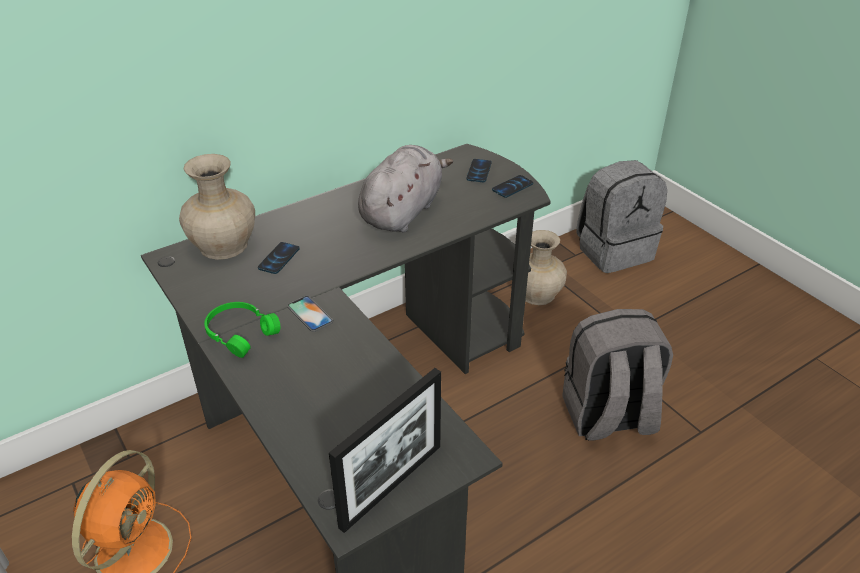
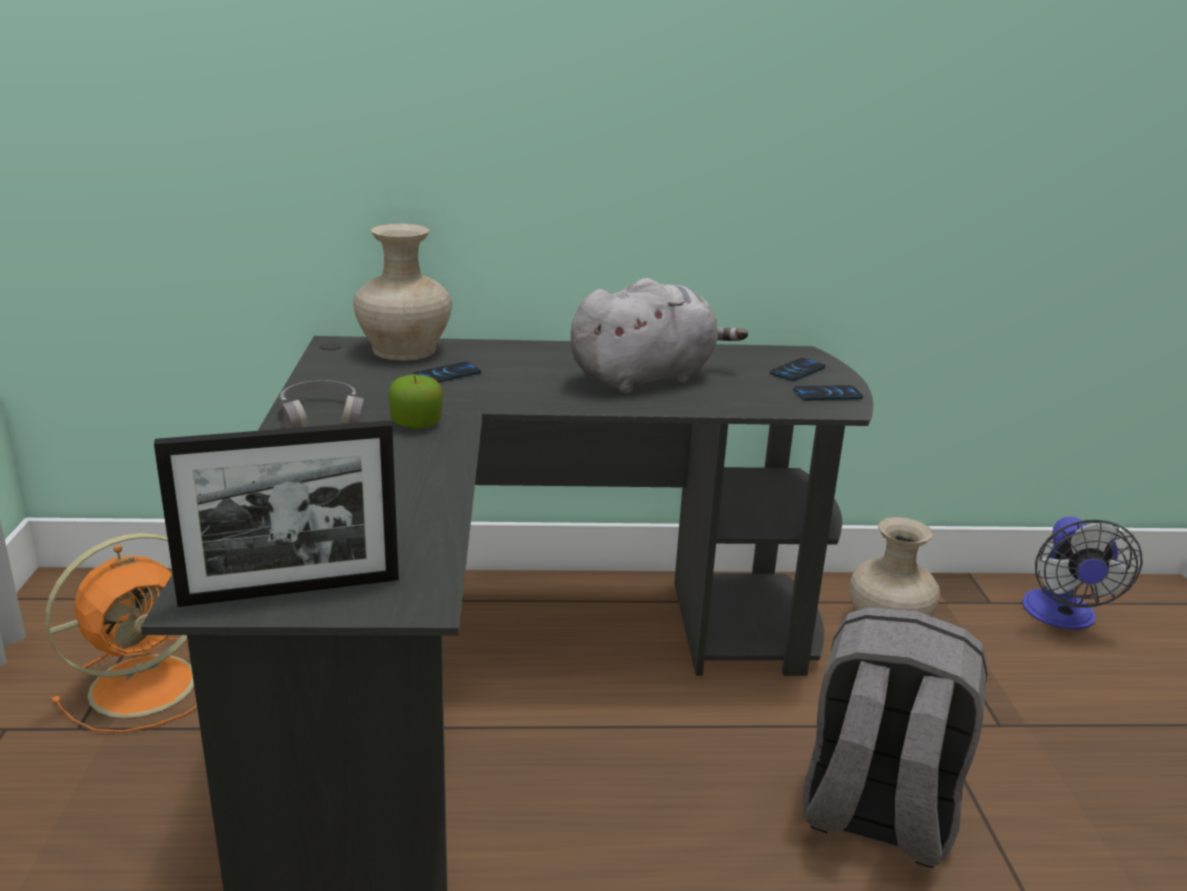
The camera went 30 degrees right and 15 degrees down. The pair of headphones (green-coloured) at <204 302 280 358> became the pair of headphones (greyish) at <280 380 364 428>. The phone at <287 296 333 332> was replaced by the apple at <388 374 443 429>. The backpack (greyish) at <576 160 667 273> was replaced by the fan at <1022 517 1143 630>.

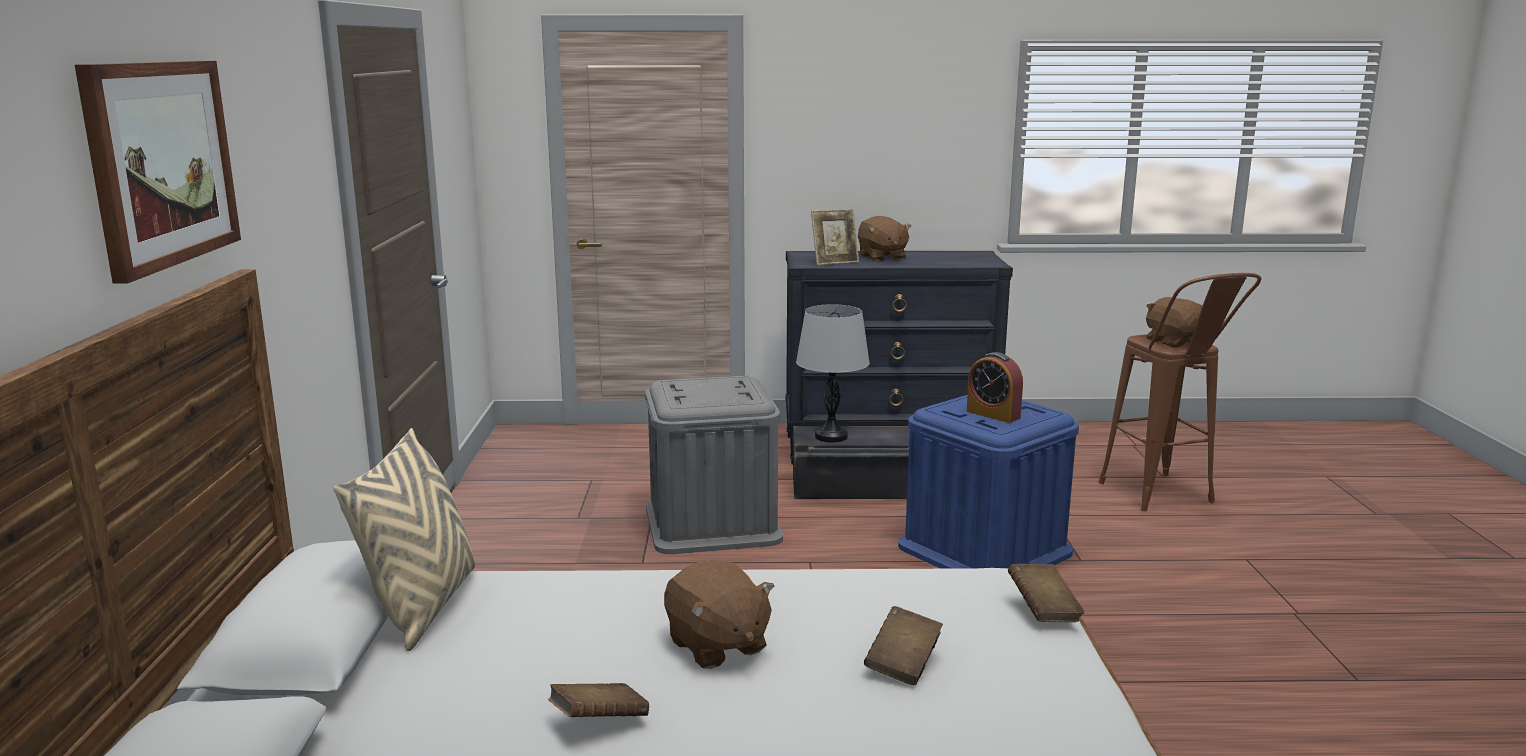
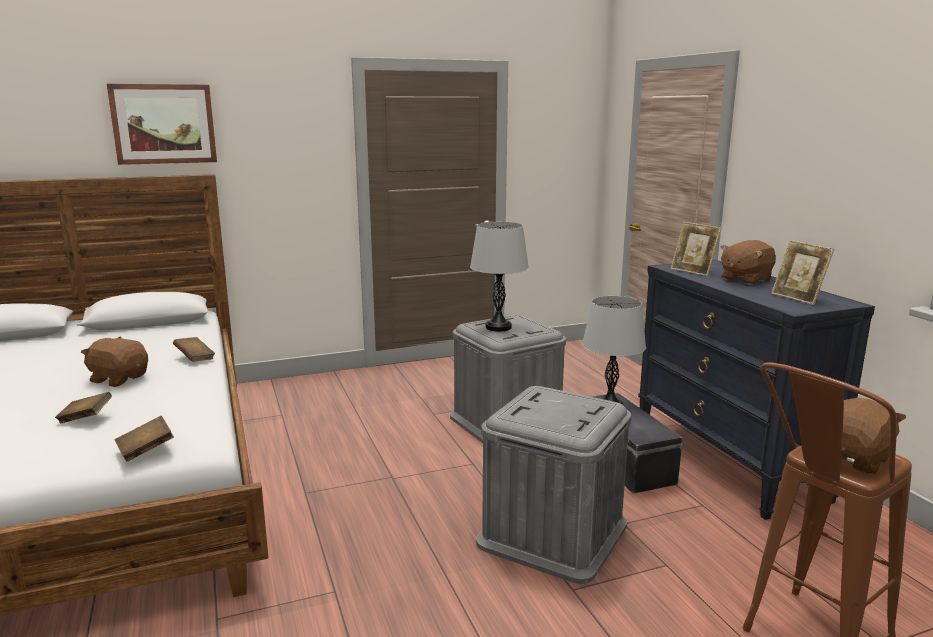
The camera went 70 degrees right and 0 degrees up. The soft toy (brownish) at <664 560 775 669> turned 75 degrees clockwise. The book (brownish) moved from <548 683 649 717> to <173 337 215 361>. The lamp for a table (greyish) at <470 222 529 332> appeared. The storage box (bluish) at <898 395 1079 569> became the storage box (greyish) at <476 386 632 584>. The picture frame at <771 240 834 305> appeared. The pillow (sand-coloured) at <334 428 475 651> disappeared. The alarm clock at <967 352 1023 423> disappeared.

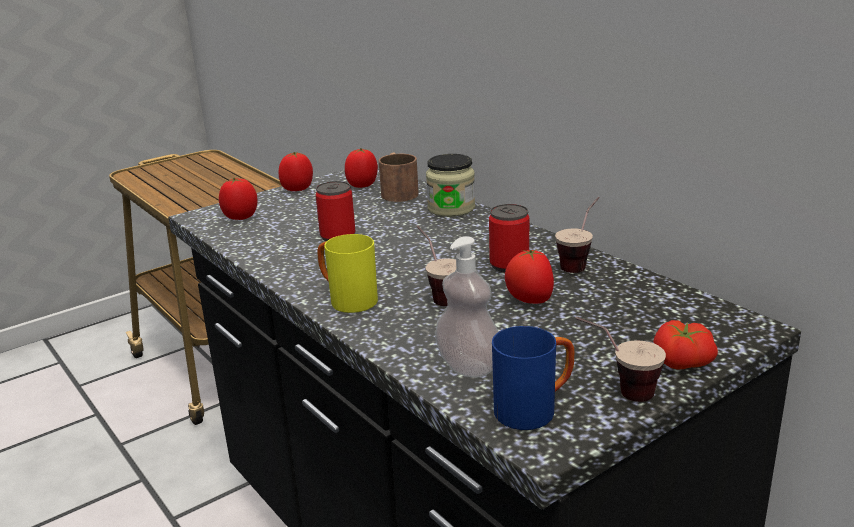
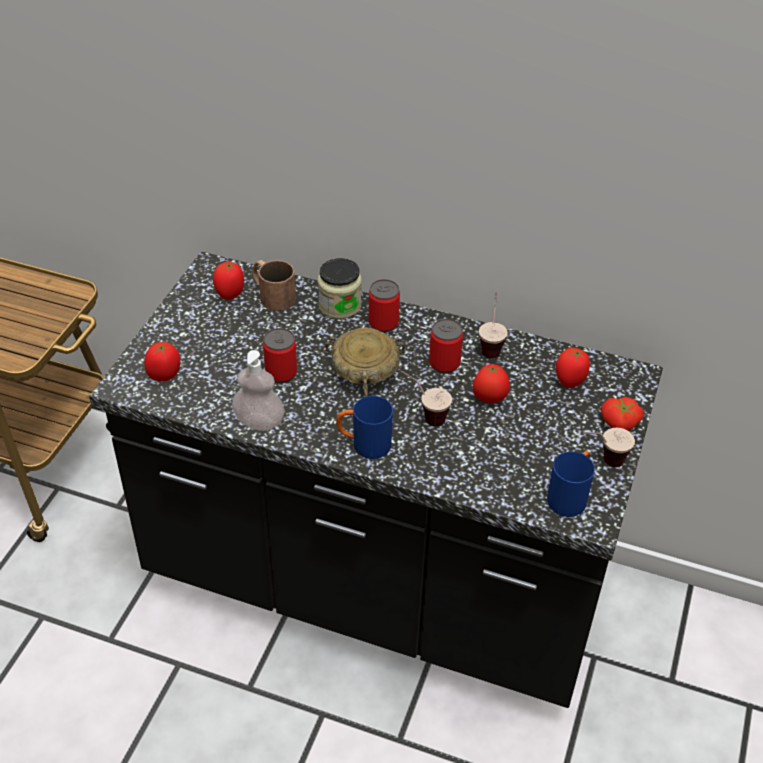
The camera went 35 degrees left and 20 degrees up. The soap bottle moved from <435 236 499 378> to <232 350 285 431>. The bowl (sand-coloured) at <324 327 406 397> appeared. The coffee mug (yellow-coloured) at <317 234 378 313> became the coffee mug (bluish) at <337 396 393 459>. The sealed can at <368 279 400 332> appeared. The tomato moved from <279 152 313 191> to <556 348 590 388>.

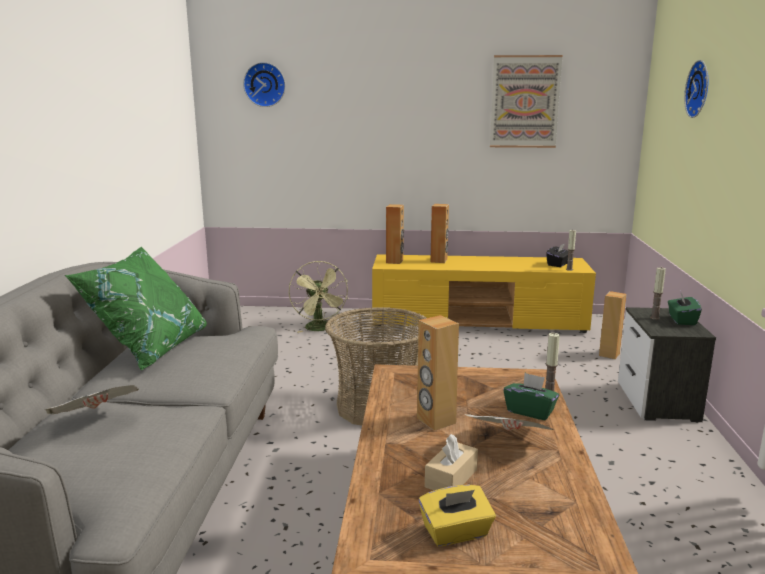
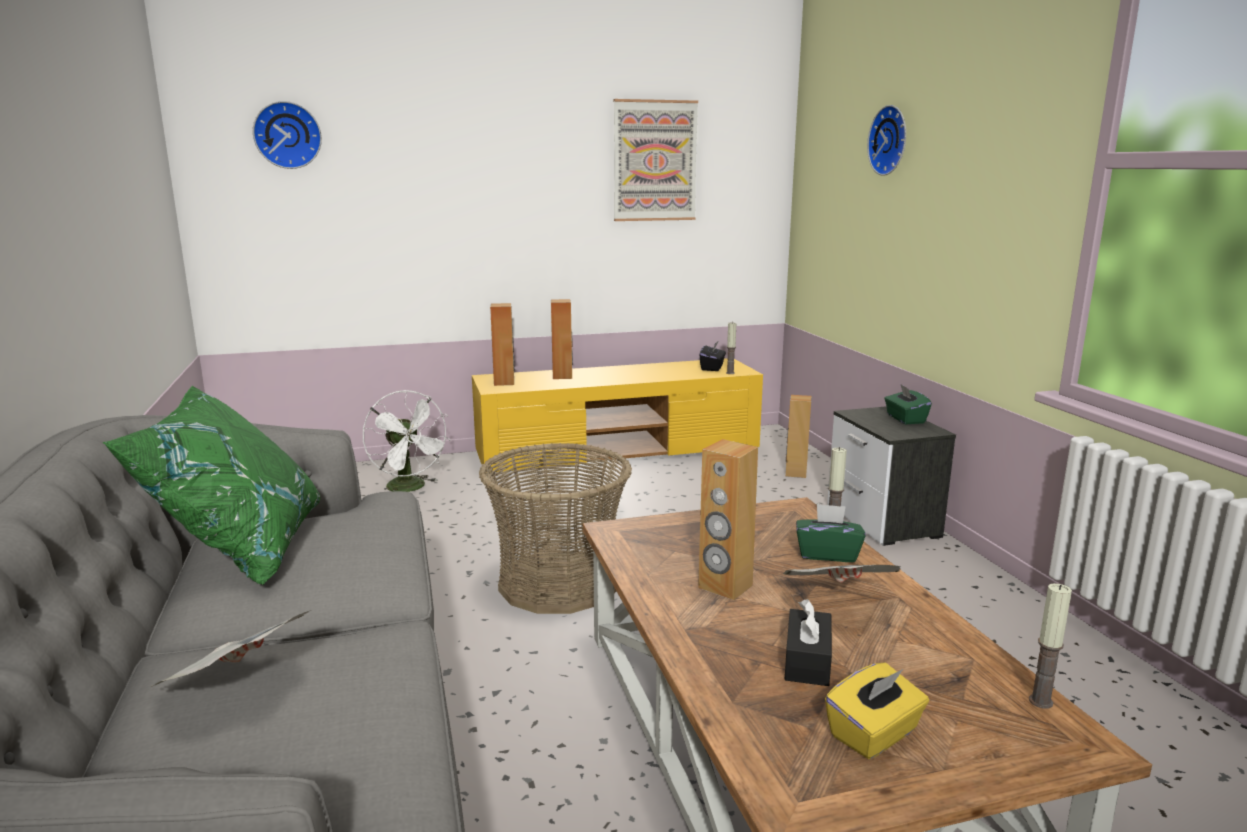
The camera went 20 degrees left and 0 degrees up. The fan (green-coloured) at <289 261 348 333> became the fan (whitish) at <363 390 451 492>. The tissue holder (sand-coloured) at <425 434 478 491> became the tissue holder (black) at <784 599 832 686>. The wax candle moved from <650 267 666 320> to <1029 583 1072 709>.

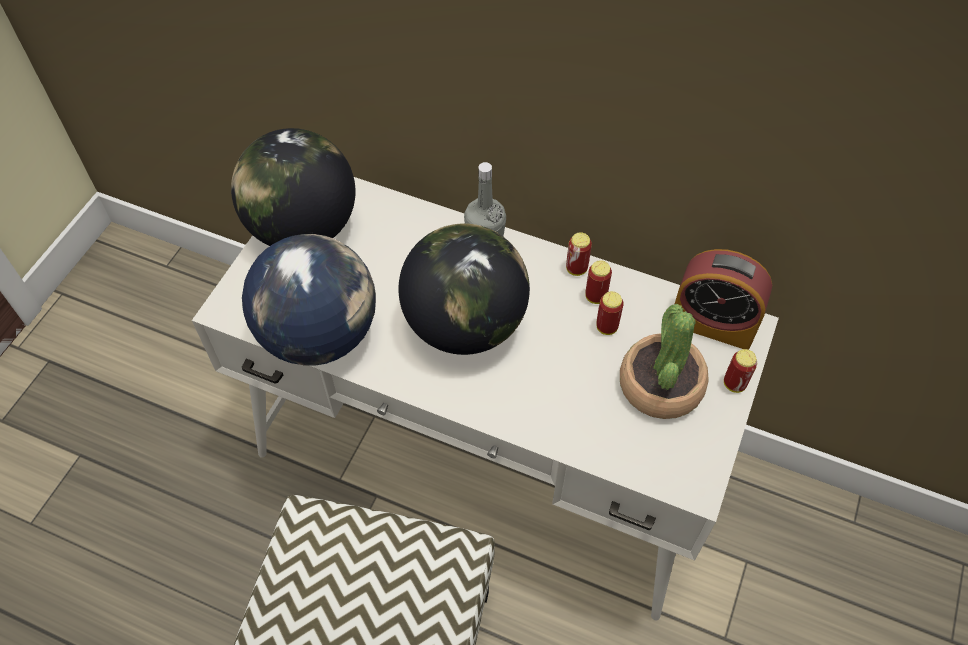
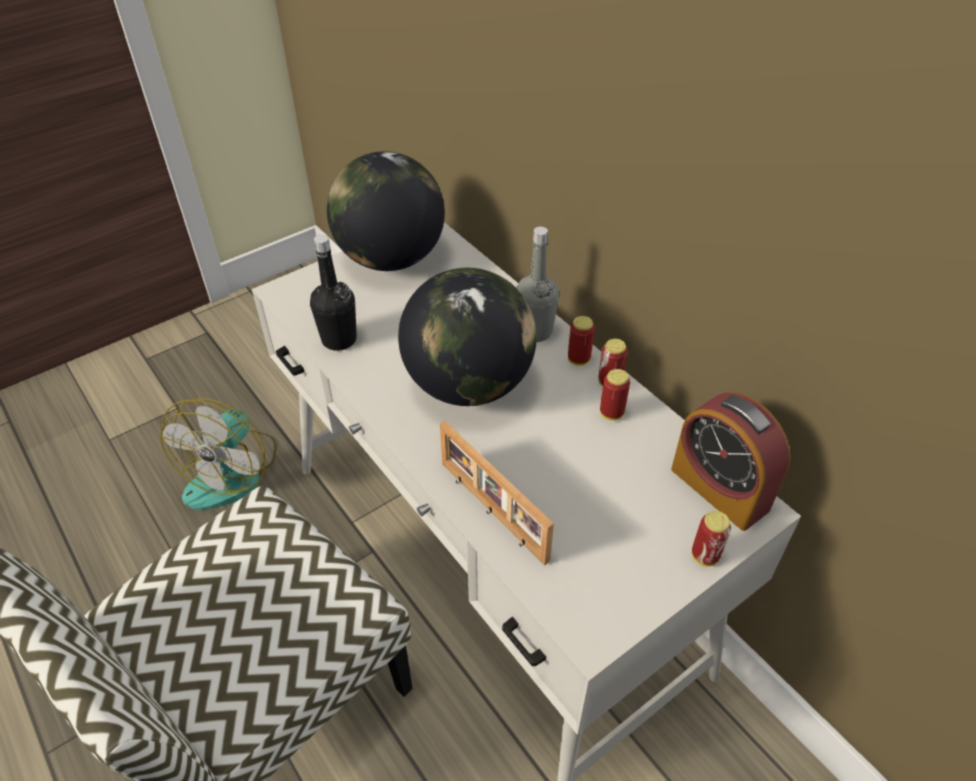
The camera went 30 degrees right and 10 degrees down. The fan at <160 398 276 510> appeared. The globe at <242 234 376 365> was replaced by the drink bottle (black) at <310 234 357 351>. The picture frame at <440 421 554 565> appeared. The sealed can moved from <596 291 624 335> to <568 316 595 366>. The houseplant at <620 304 709 419> disappeared.

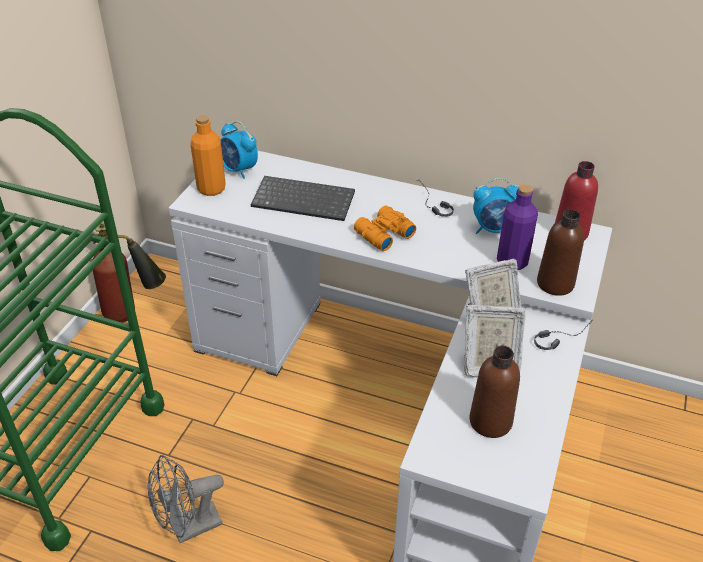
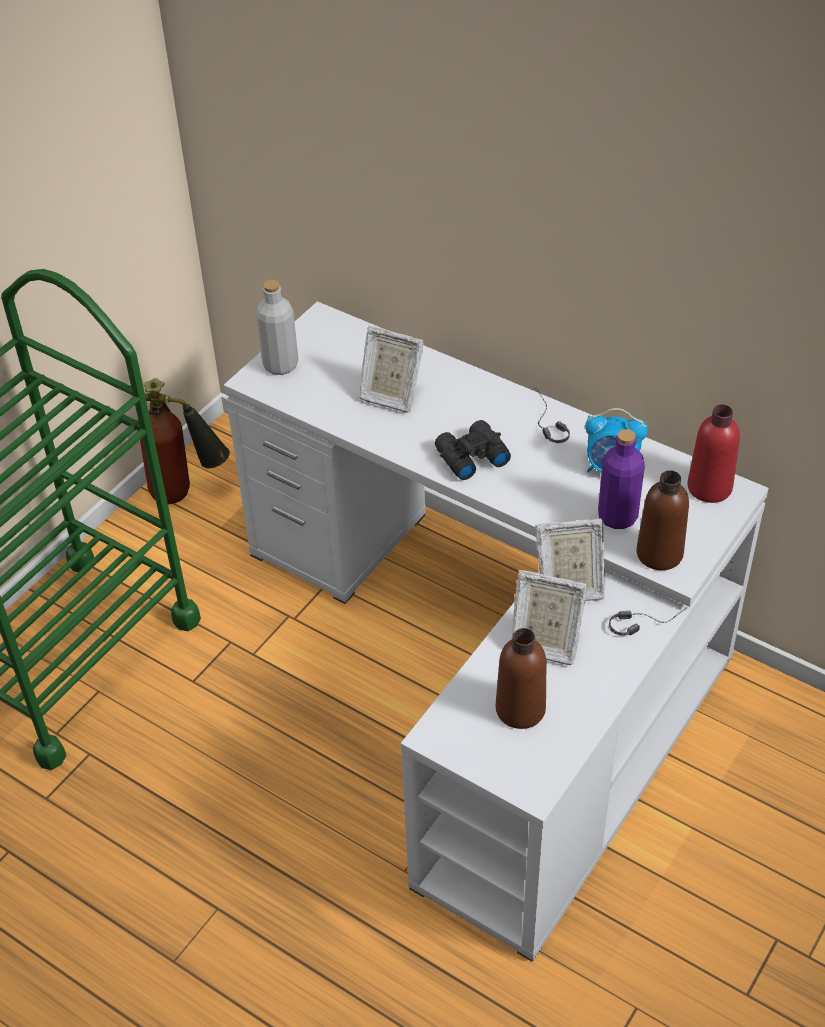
The camera went 15 degrees right and 5 degrees up. The drink bottle (orangey) at <191 115 226 196> became the drink bottle (greyish) at <256 280 299 375>. The keyboard at <250 176 355 221> was replaced by the picture frame at <359 326 424 413>. The pair of binoculars (orangey) at <354 206 416 251> became the pair of binoculars (black) at <435 420 511 480>. The fan (greyish) at <148 455 224 543> disappeared. The alarm clock at <220 121 258 179> disappeared.

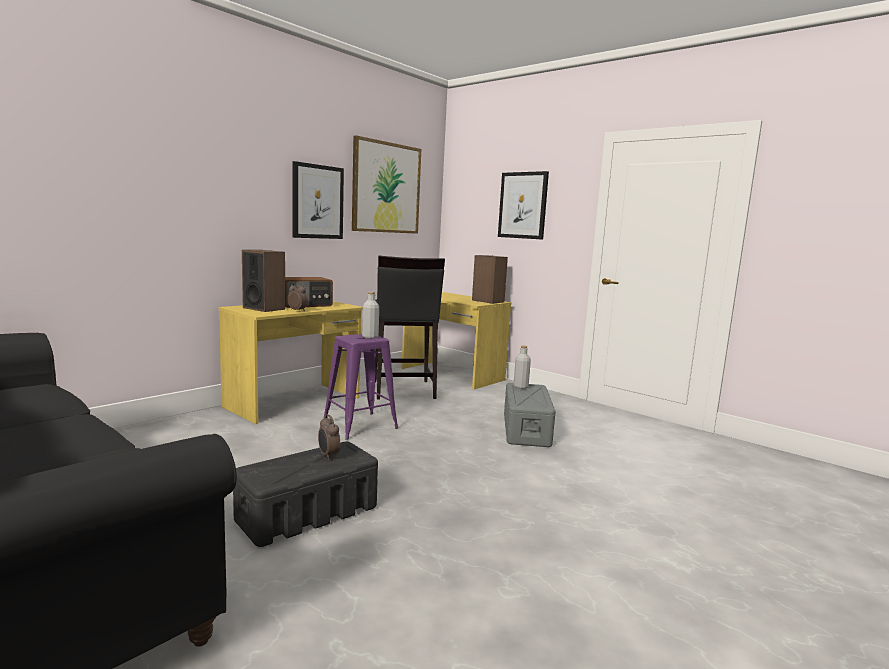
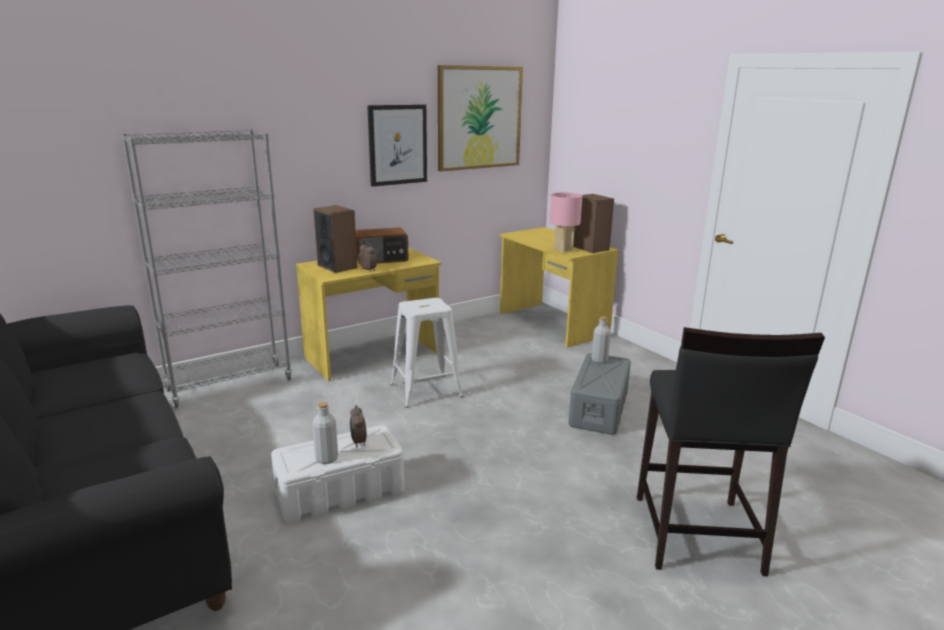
The camera went 15 degrees right and 10 degrees up. The bookcase (greyish) at <121 129 292 408> appeared. The storage box (black) at <233 441 378 547> became the storage box (whitish) at <271 425 404 523>. The drink bottle (greyish) moved from <362 292 379 339> to <312 402 338 464>. The stool (purplish) at <323 334 398 439> became the stool (whitish) at <390 298 463 408>. The lamp for a table (pink-coloured) at <550 192 583 253> appeared. The stool (black) moved from <375 255 445 400> to <637 327 825 576>. The picture at <498 171 549 240> disappeared.

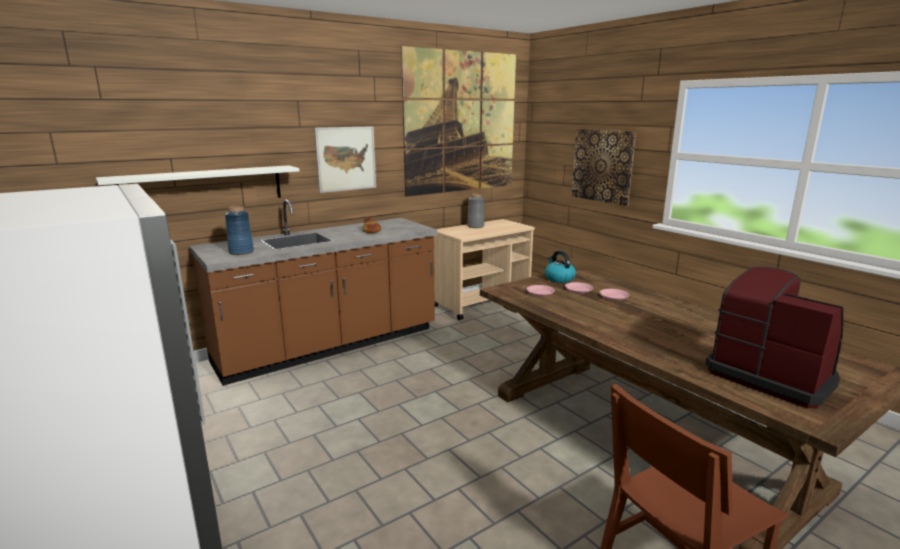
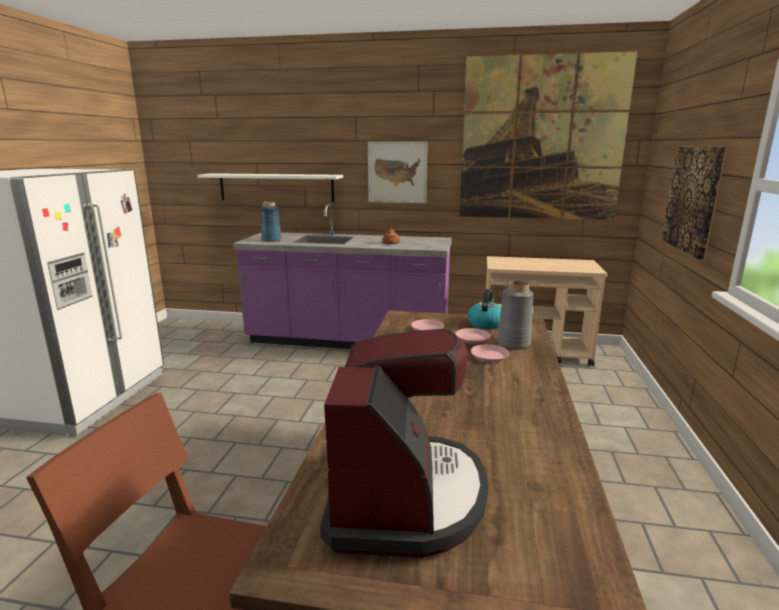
The camera went 45 degrees right and 0 degrees up. The kitchen counter (brownish) at <189 200 438 386> became the kitchen counter (purplish) at <233 204 452 349>. The decorative vase (greyish) moved from <467 193 484 228> to <497 281 533 350>.

